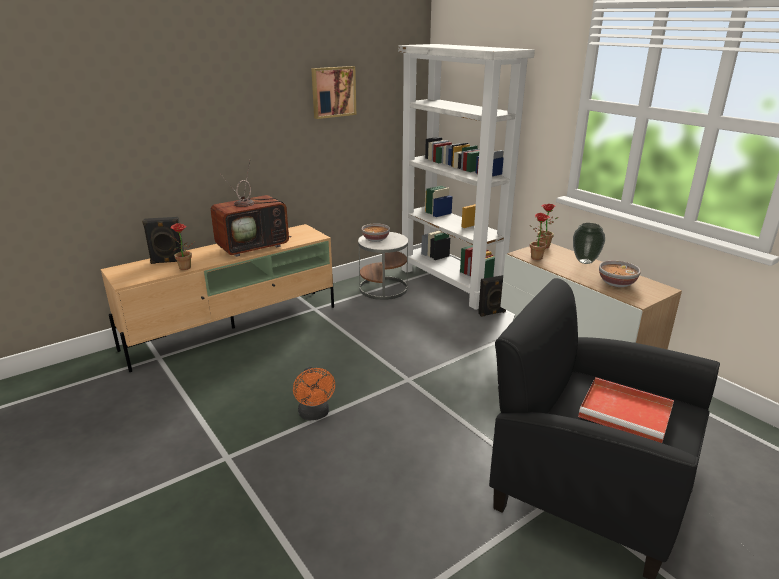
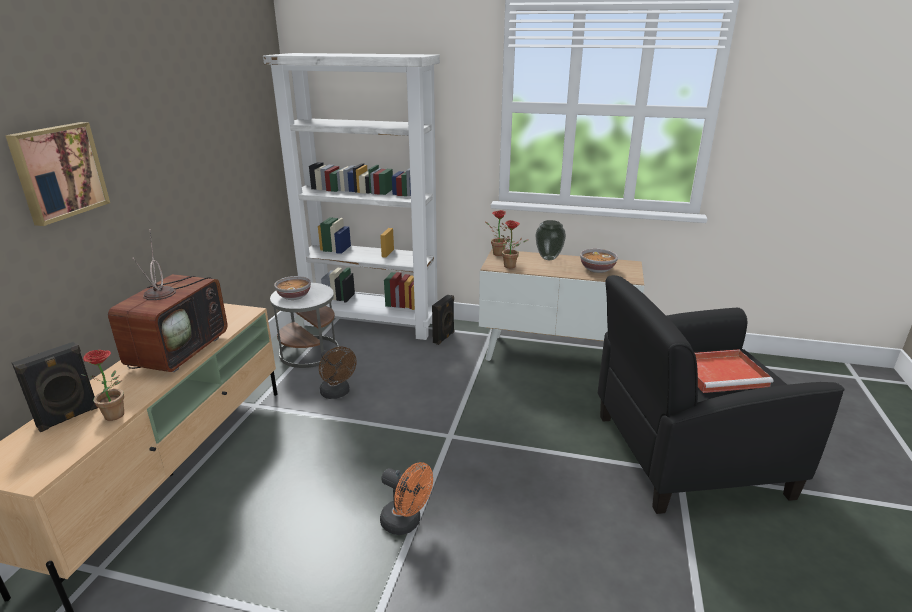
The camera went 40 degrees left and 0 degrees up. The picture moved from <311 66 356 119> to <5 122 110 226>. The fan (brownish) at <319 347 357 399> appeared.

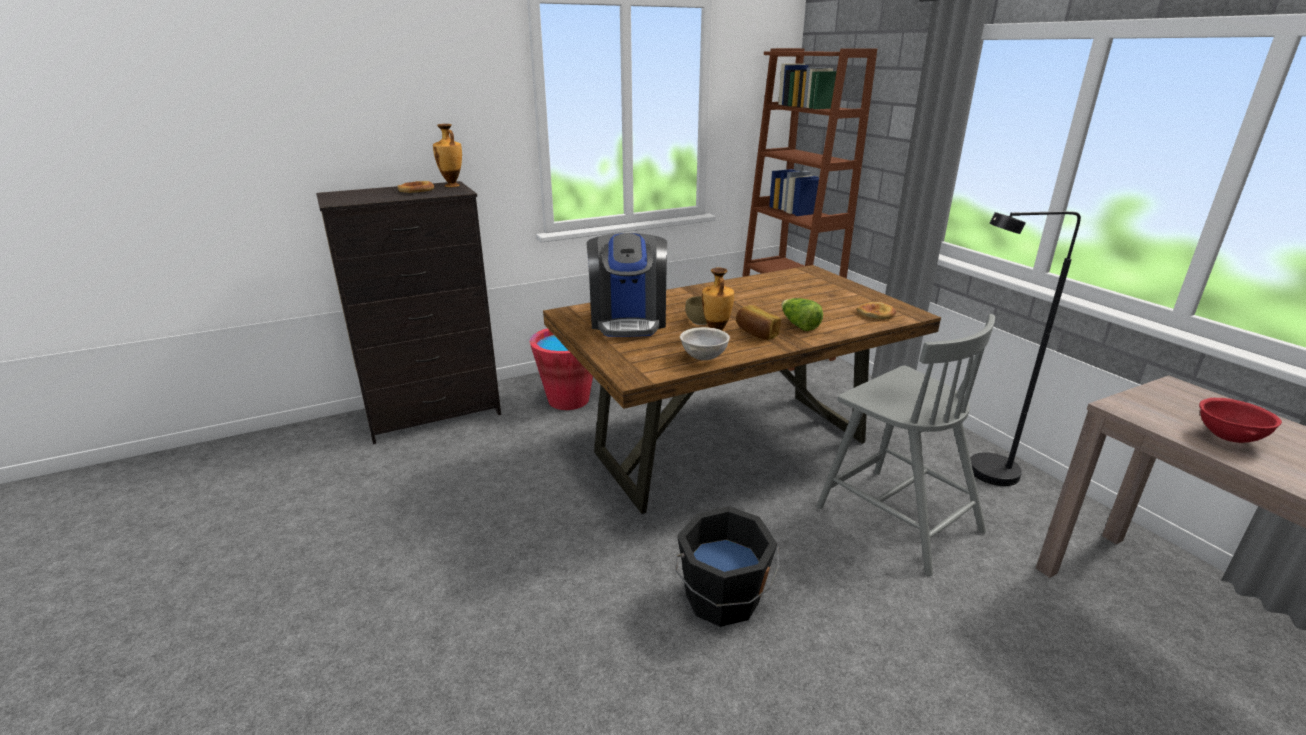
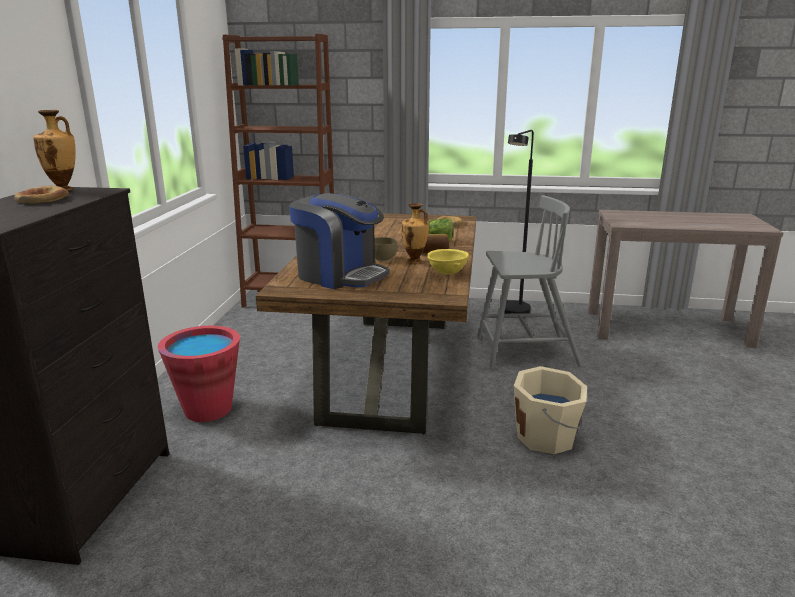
The camera went 55 degrees left and 5 degrees down. The bowl (greyish) at <680 327 730 360> became the bowl (yellow-coloured) at <427 249 469 275>. The bucket (black) at <675 506 779 627> became the bucket (sand-coloured) at <514 366 587 454>. The bowl (red-coloured) at <1199 398 1282 443> disappeared.

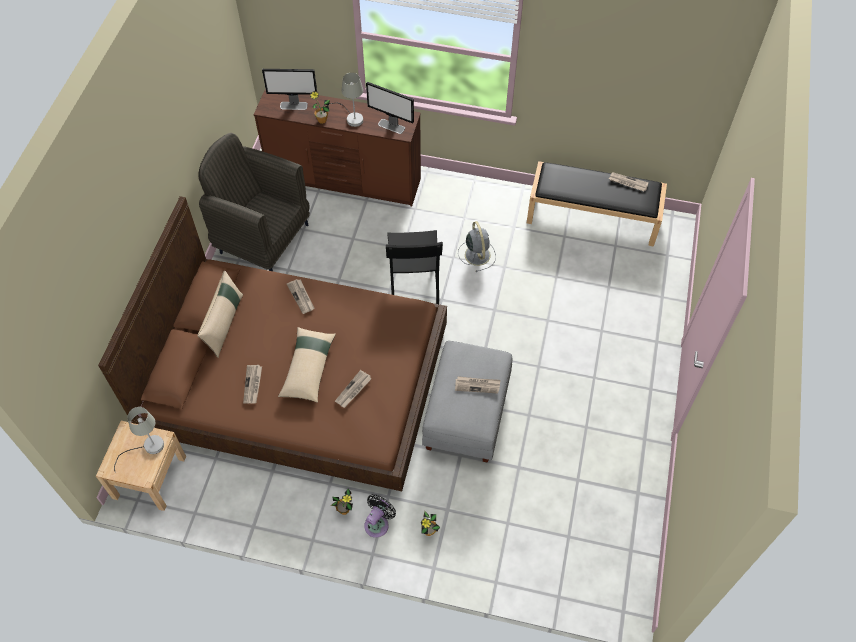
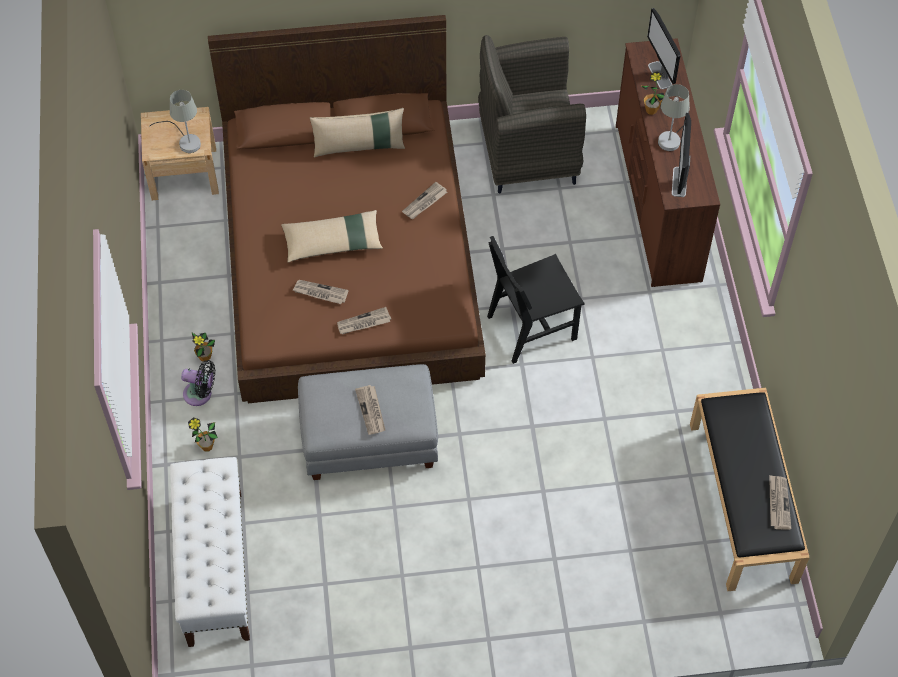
The camera went 70 degrees right and 0 degrees up. The bench (whitish) at <170 457 250 647> appeared. The daily paper moved from <243 365 262 404> to <337 307 391 334>. The armchair (greyish) at <198 133 310 271> turned 105 degrees counterclockwise. The fan (greyish) at <458 221 496 272> disappeared.

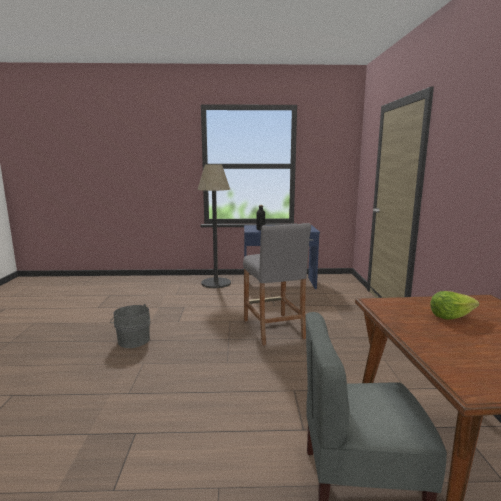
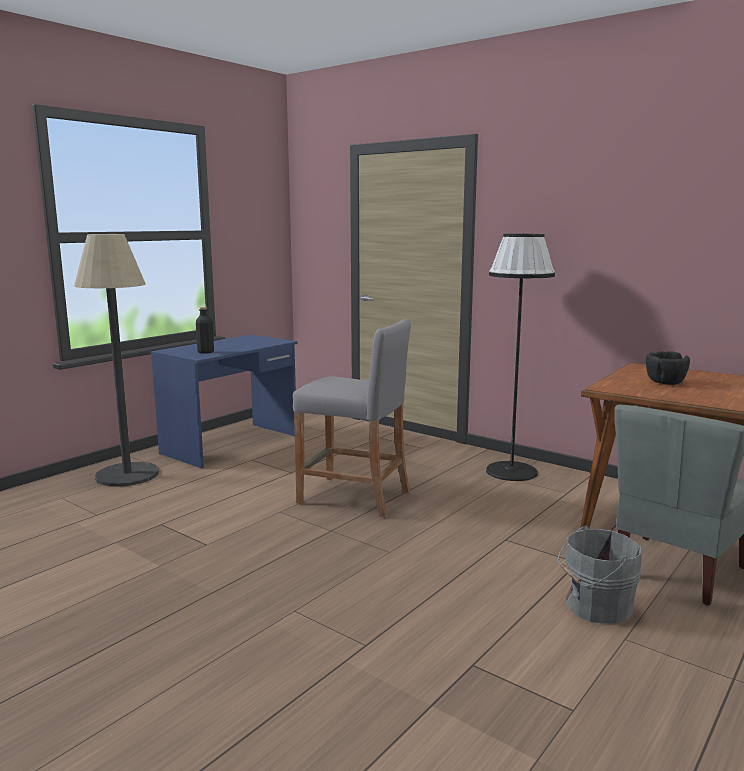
The camera went 50 degrees left and 0 degrees up. The standing lamp (black) at <486 234 555 481> appeared. The bucket (greyish) moved from <110 304 151 348> to <558 526 642 624>. The lettuce head at <430 291 479 319> was replaced by the bowl (black) at <646 351 690 385>.

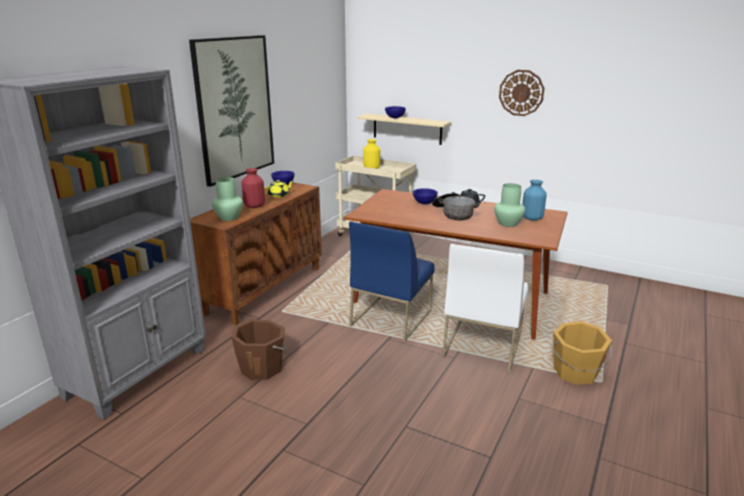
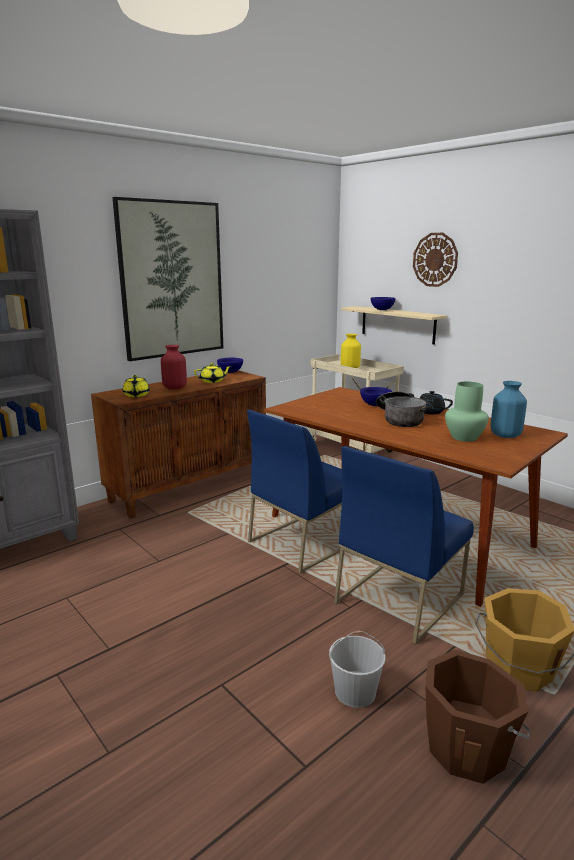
The camera went 20 degrees right and 5 degrees down. The decorative vase (green-coloured) at <212 177 243 221> was replaced by the tea pot (yellow-coloured) at <123 375 150 397>. The bucket (whitish) at <329 631 386 708> appeared. The chair (whitish) at <442 244 528 372> became the chair (bluish) at <334 446 474 644>. The wall clock moved from <499 70 545 116> to <413 233 458 287>. The bucket (brownish) moved from <231 319 288 380> to <425 650 530 784>.

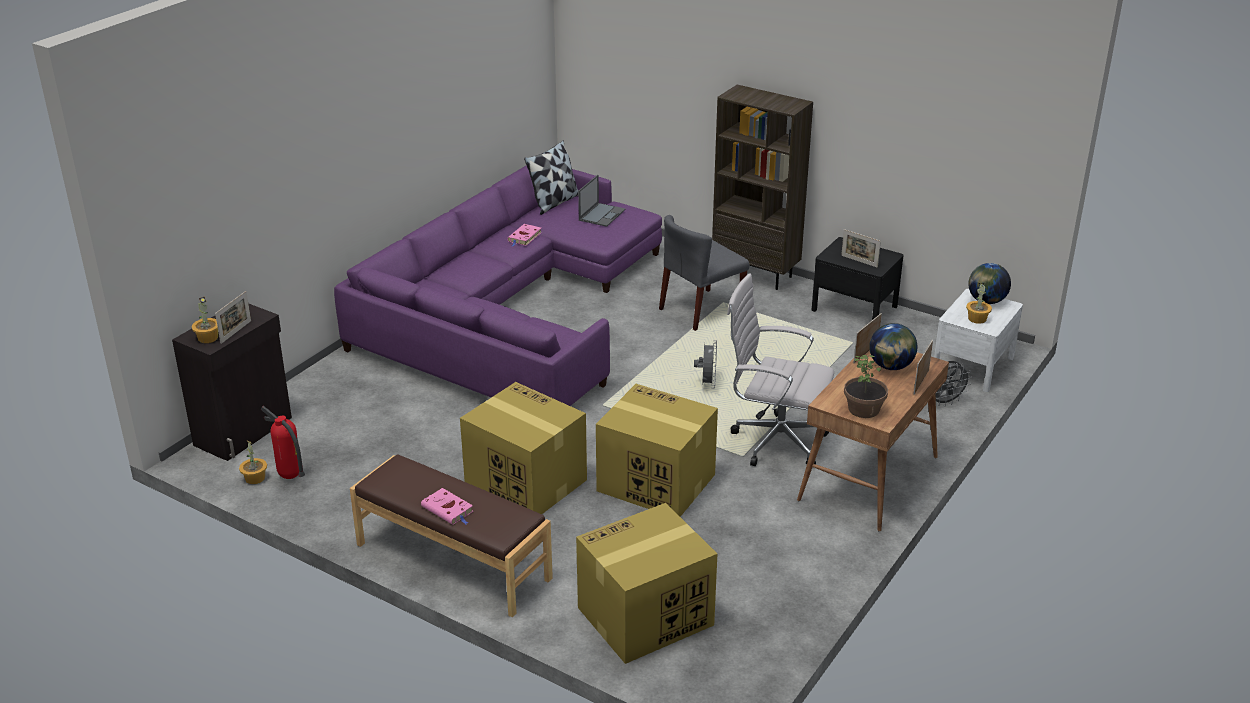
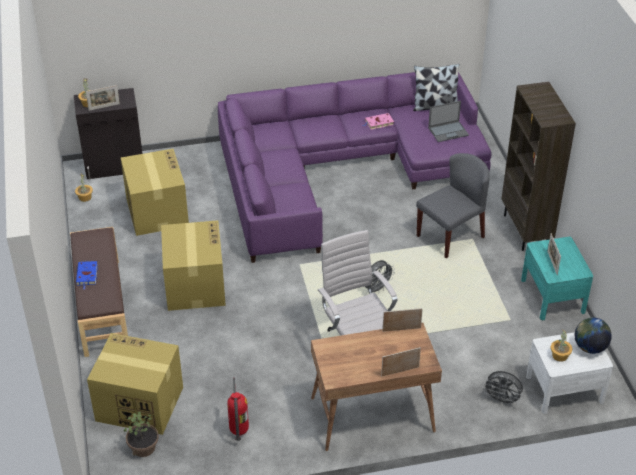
The camera went 45 degrees right and 10 degrees up. The book (pink-coloured) at <421 488 473 525> became the book (bluish) at <76 261 98 289>. The carton moved from <596 384 718 517> to <121 149 189 236>. The houseplant moved from <844 355 888 418> to <124 412 159 457>. The fire extinguisher moved from <261 406 305 479> to <227 377 249 441>. The chair (greyish) at <659 215 749 331> turned 135 degrees clockwise. The nightstand (black) at <812 237 903 320> became the nightstand (turquoise-coloured) at <521 237 593 320>. The globe at <869 323 917 370> disappeared.

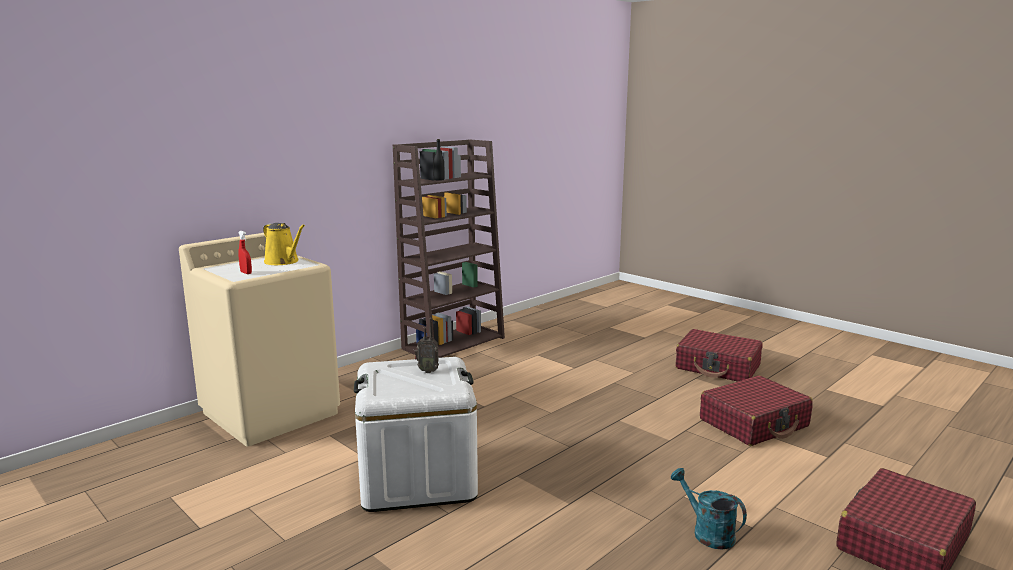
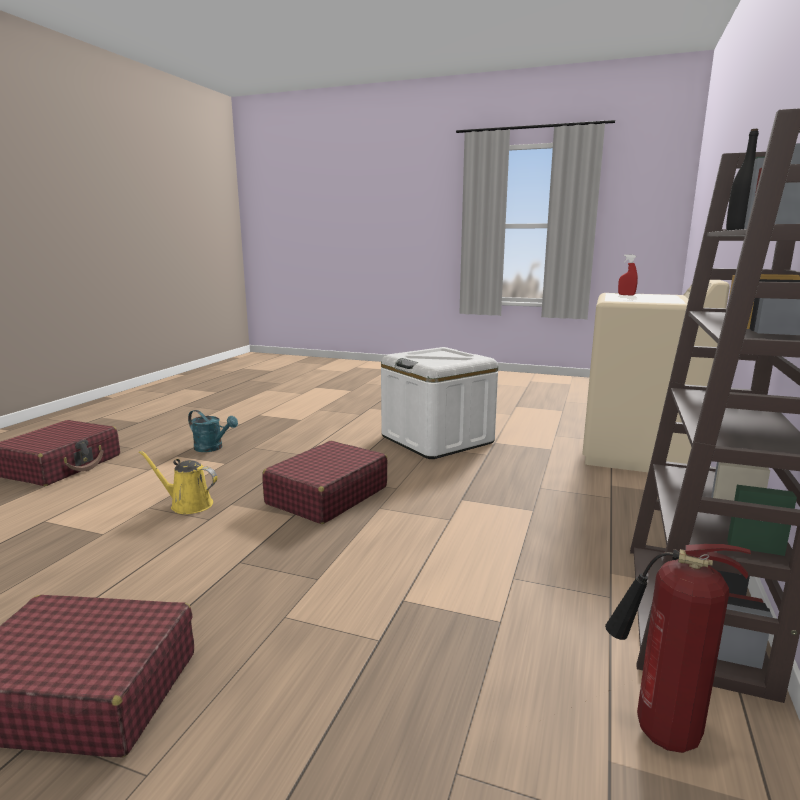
The camera went 155 degrees right and 0 degrees up. The sprinkling can (yellow-coloured) moved from <263 223 305 265> to <139 450 217 514>. The travel case (red-coloured) moved from <700 376 813 446> to <262 441 388 524>. The fire extinguisher at <605 544 751 753> appeared. The radio set at <415 318 439 373> disappeared.

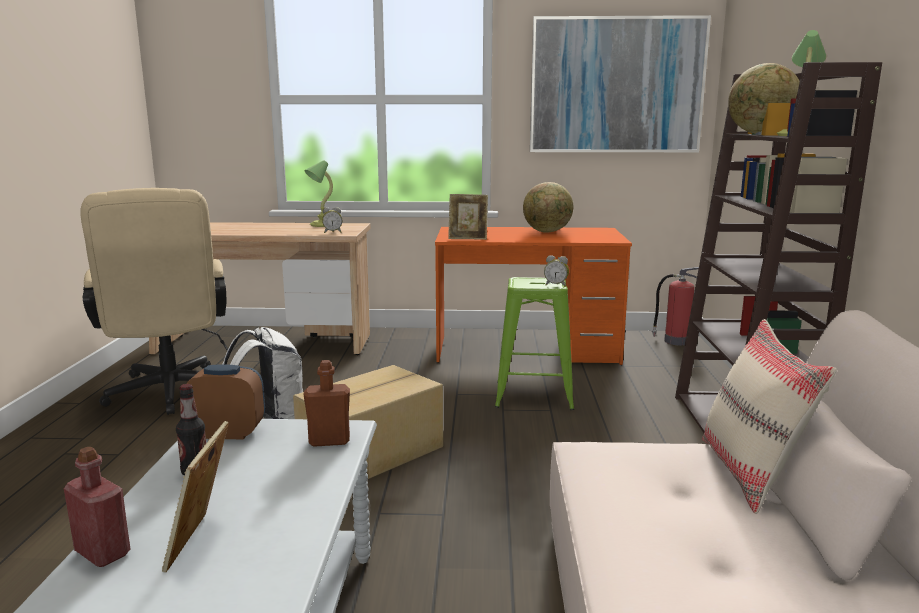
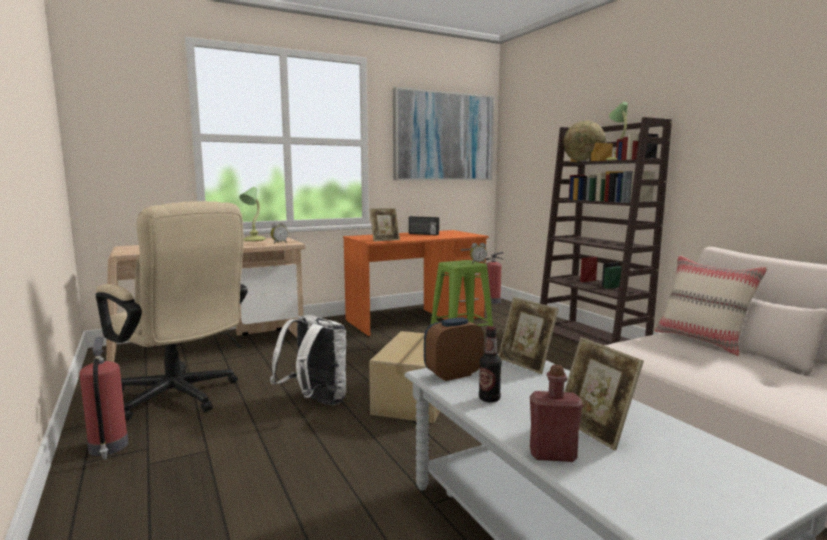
The camera went 30 degrees left and 5 degrees down. The fire extinguisher at <79 336 128 459> appeared. The globe at <523 182 573 233> was replaced by the radio set at <409 216 439 235>. The drink bottle (brownish) at <303 360 350 447> was replaced by the picture frame at <498 297 559 374>.

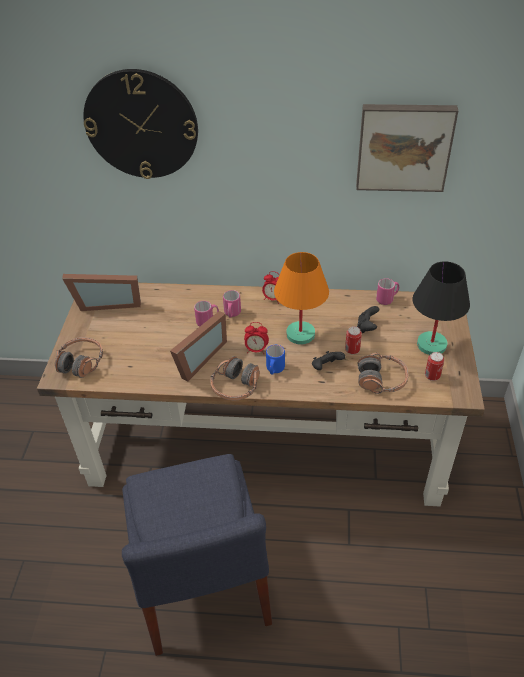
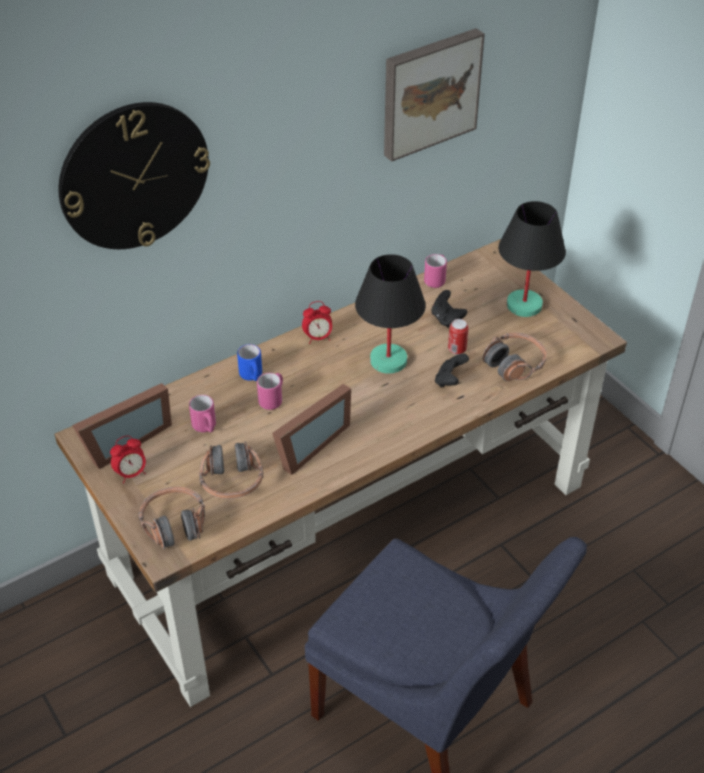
The camera went 40 degrees left and 0 degrees up. The alarm clock moved from <244 322 269 354> to <110 436 146 483>. The coffee mug (pink-coloured) moved from <223 290 241 318> to <189 395 216 433>. The pair of headphones moved from <210 356 260 400> to <199 441 263 499>. The coffee mug (bluish) moved from <266 345 285 375> to <237 344 262 381>. The picture frame at <170 311 227 381> turned 45 degrees clockwise. The lamp for a table (orangey) at <274 252 329 344> became the lamp for a table (black) at <355 254 426 374>. The sealed can at <425 352 444 381> disappeared.

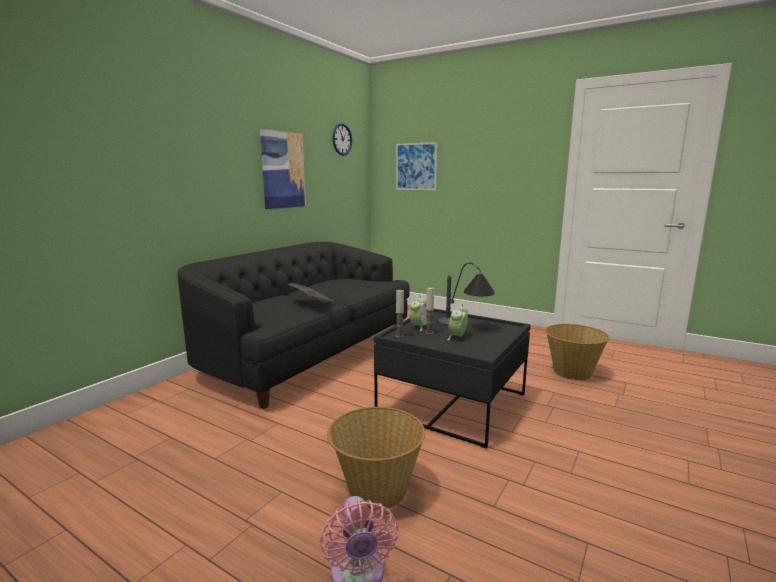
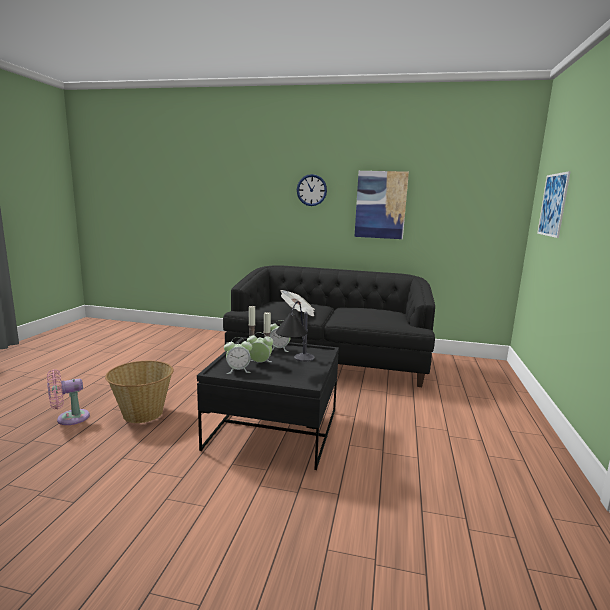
The camera went 70 degrees right and 0 degrees up. The alarm clock at <224 337 252 374> appeared. The wall clock moved from <332 123 352 156> to <297 174 327 206>. The household basket at <545 324 610 381> disappeared.

